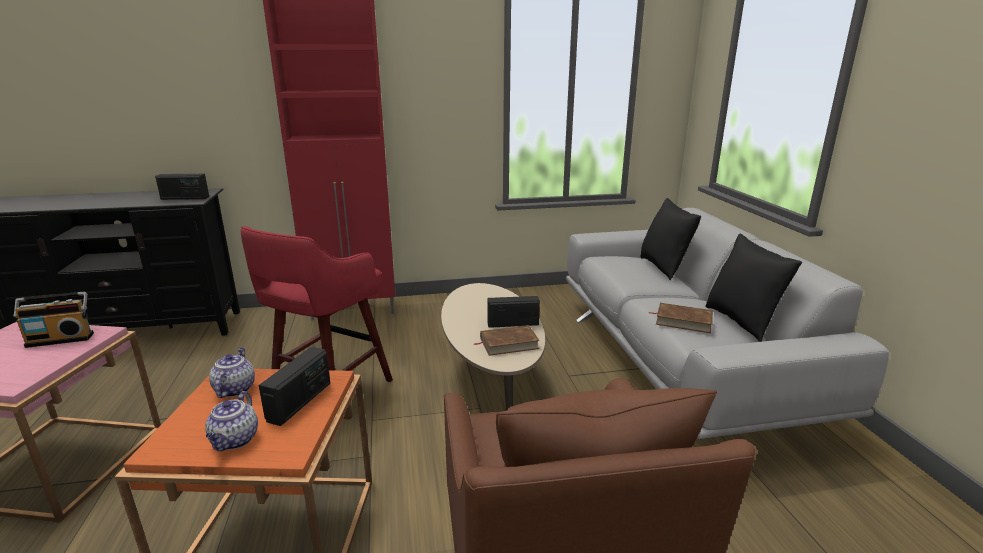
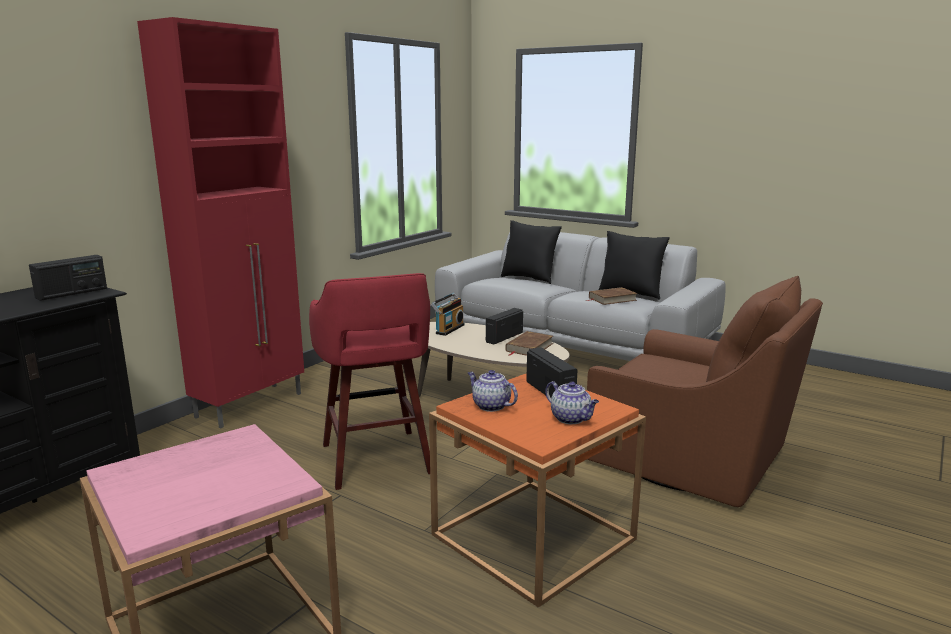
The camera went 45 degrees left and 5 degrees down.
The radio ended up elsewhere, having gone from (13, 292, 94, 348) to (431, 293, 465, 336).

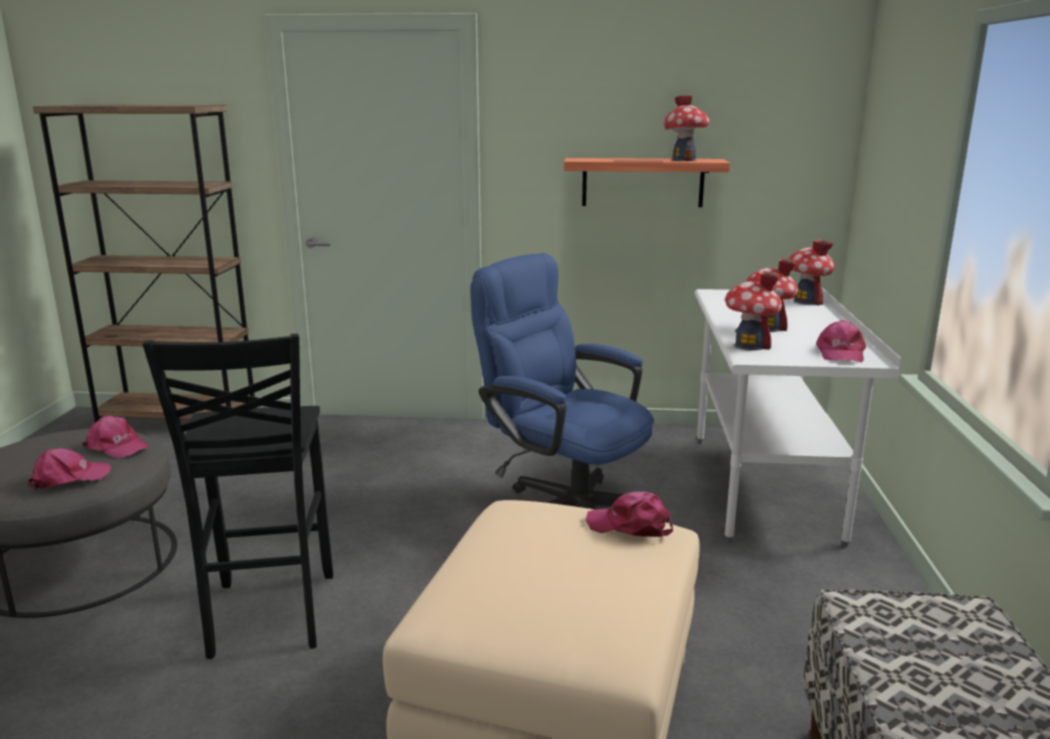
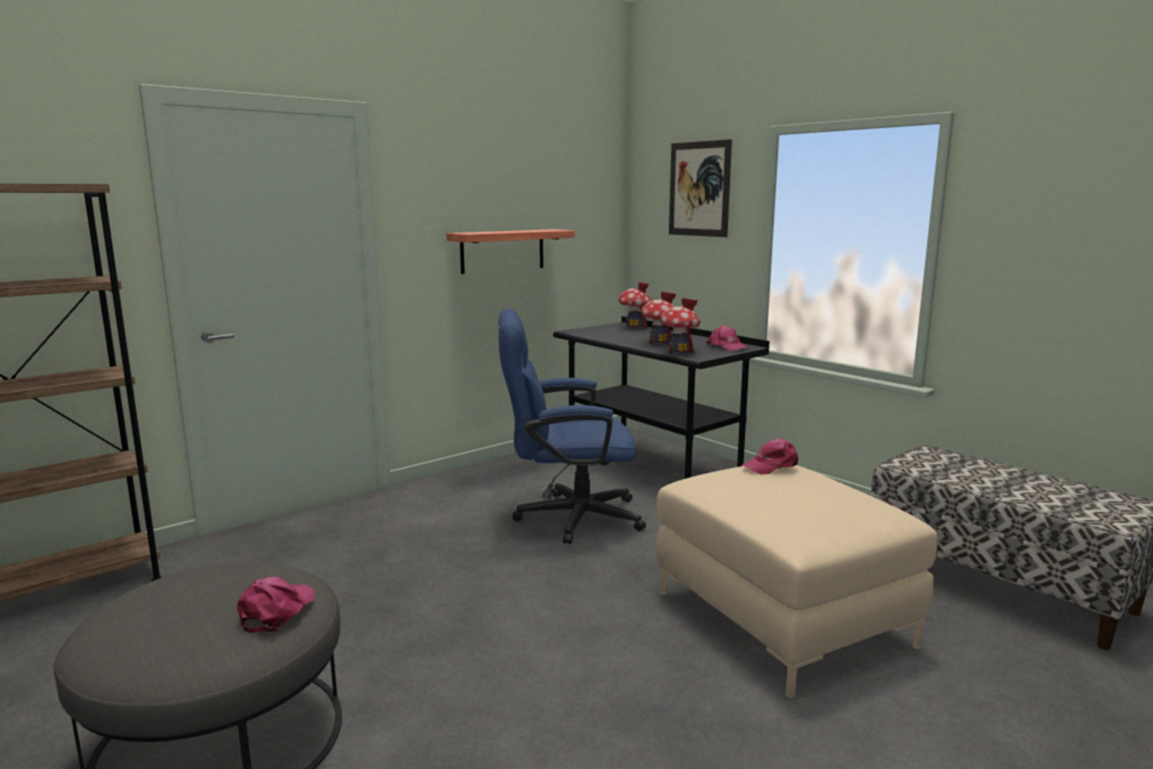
The camera went 45 degrees left and 5 degrees down.
The second view lost the pink cap at (82, 416, 149, 459).
The second view lost the black stool at (143, 334, 333, 659).
The second view lost the toy house at (664, 96, 710, 161).
What was the white desk at (694, 287, 901, 548) turned into the black desk at (553, 316, 770, 479).
The second view gained the picture at (669, 139, 732, 237).

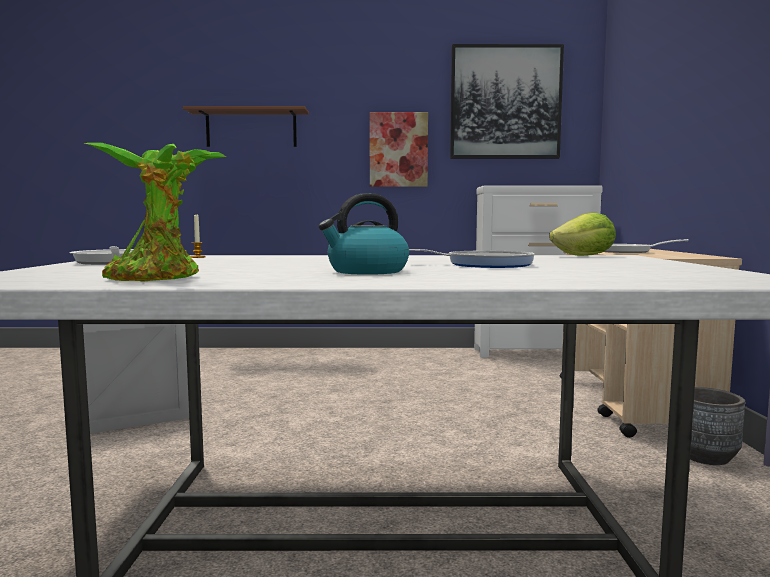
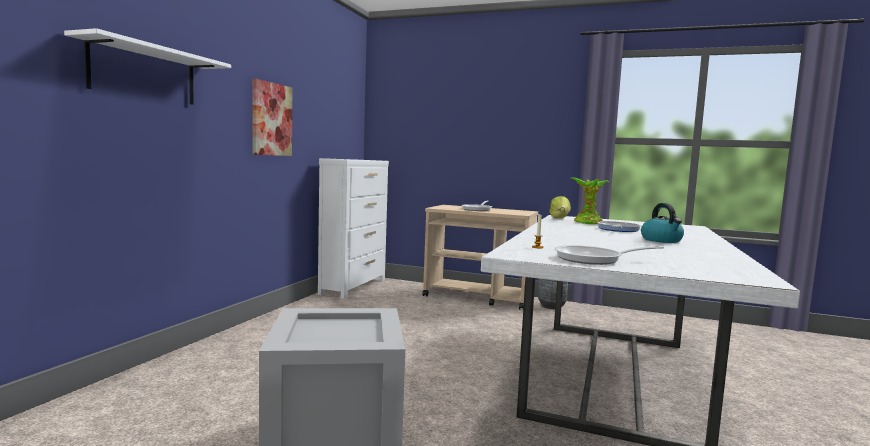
The camera went 70 degrees left and 0 degrees up.
The potted plant ended up elsewhere, having gone from (84, 143, 226, 282) to (571, 177, 609, 224).
What was the brown shelf at (183, 106, 309, 147) turned into the white shelf at (64, 28, 231, 105).
The second view lost the picture at (450, 44, 564, 159).

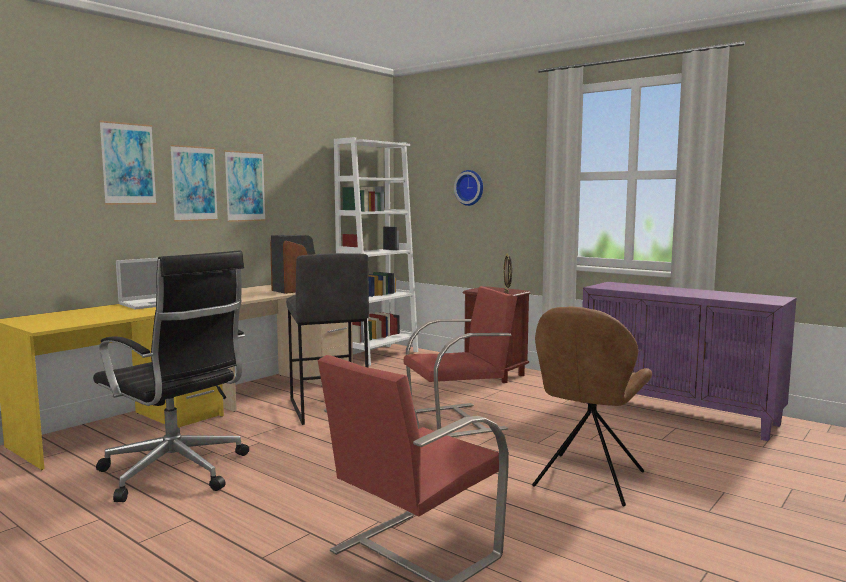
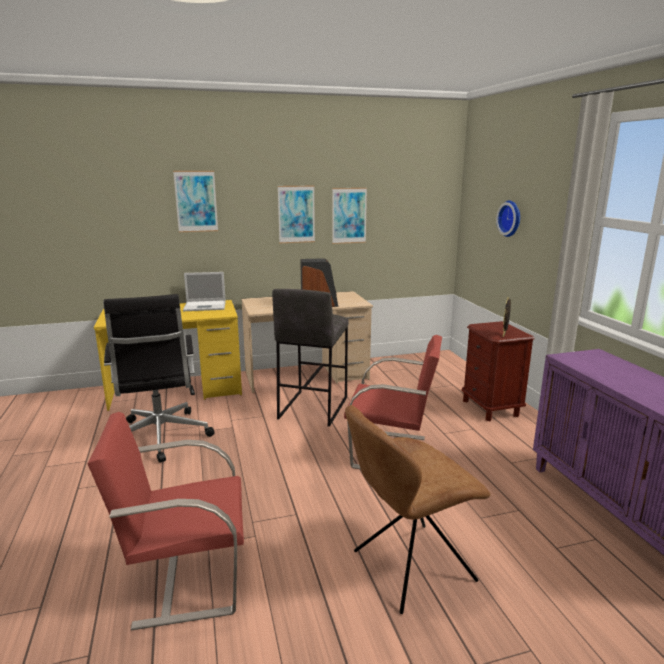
The camera went 35 degrees right and 10 degrees up.
The picture ended up elsewhere, having gone from (170, 145, 218, 222) to (332, 188, 367, 244).
The second view lost the white bookcase at (334, 137, 418, 366).

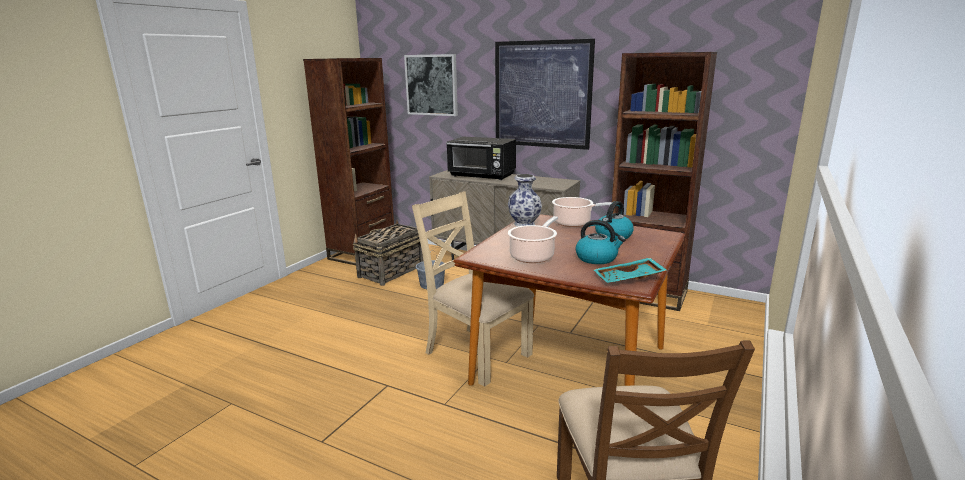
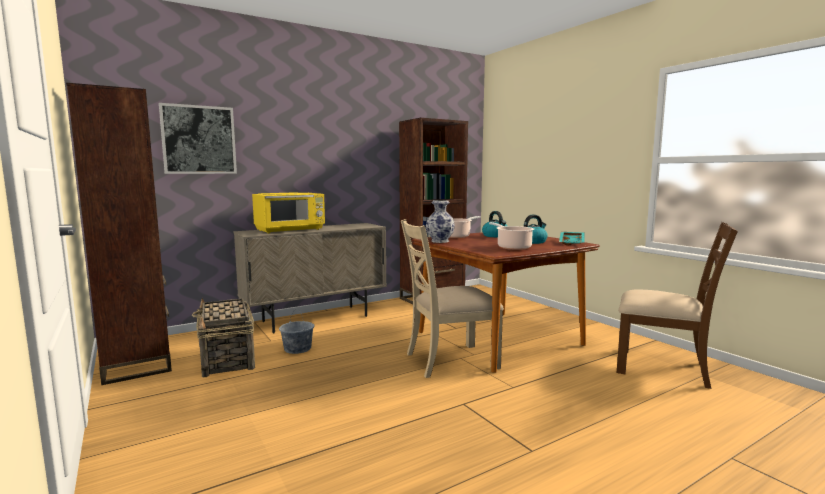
The camera went 60 degrees left and 10 degrees down.
What was the black microwave at (446, 137, 516, 180) turned into the yellow microwave at (252, 192, 325, 233).
The second view lost the picture at (495, 39, 595, 150).

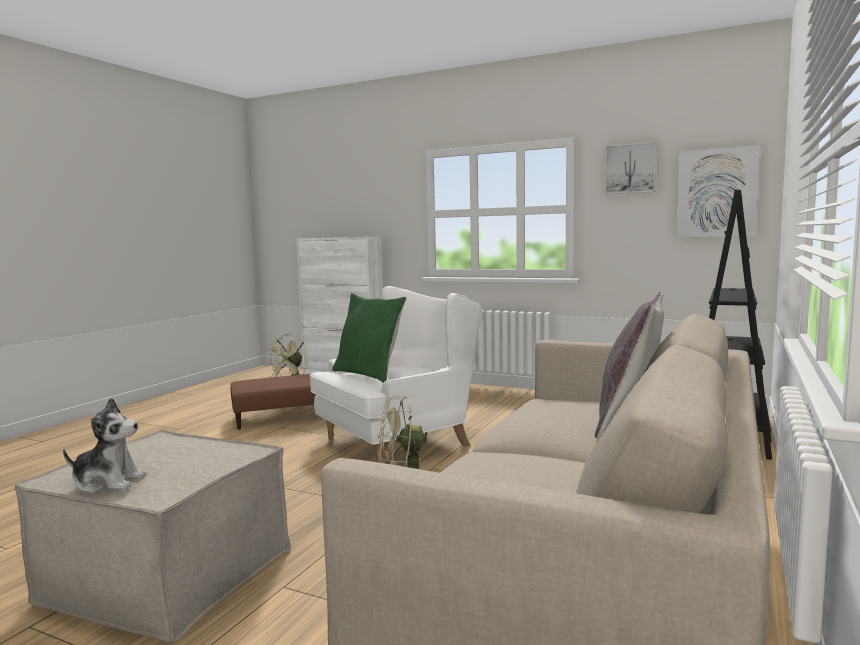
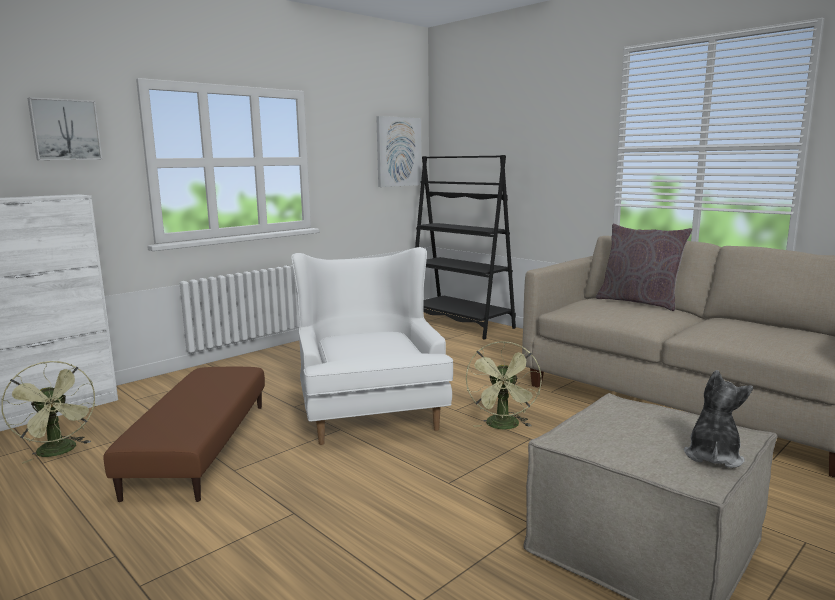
The camera went 70 degrees left and 5 degrees up.
The second view lost the green pillow at (332, 293, 406, 383).
The picture ended up elsewhere, having gone from (605, 142, 657, 194) to (28, 97, 102, 160).

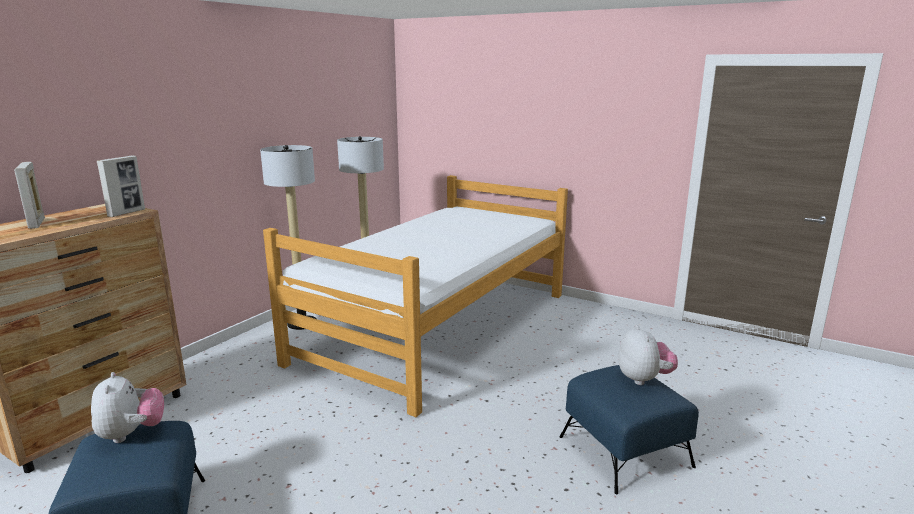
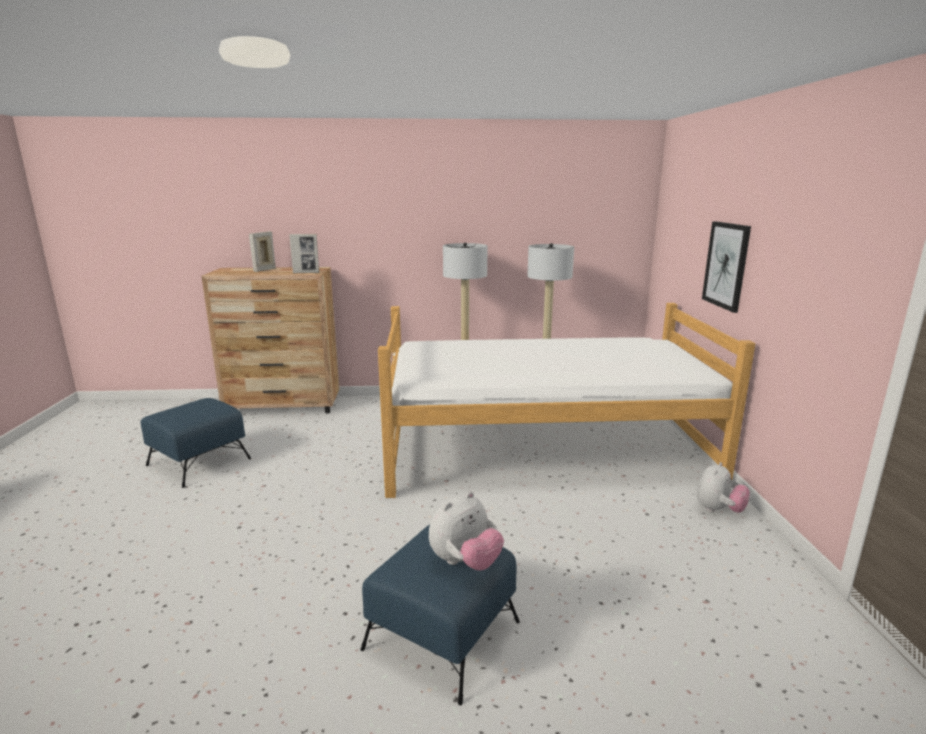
The camera went 55 degrees right and 0 degrees up.
The plush toy ended up elsewhere, having gone from (91, 372, 164, 443) to (696, 462, 750, 513).
The second view gained the picture at (702, 221, 751, 313).

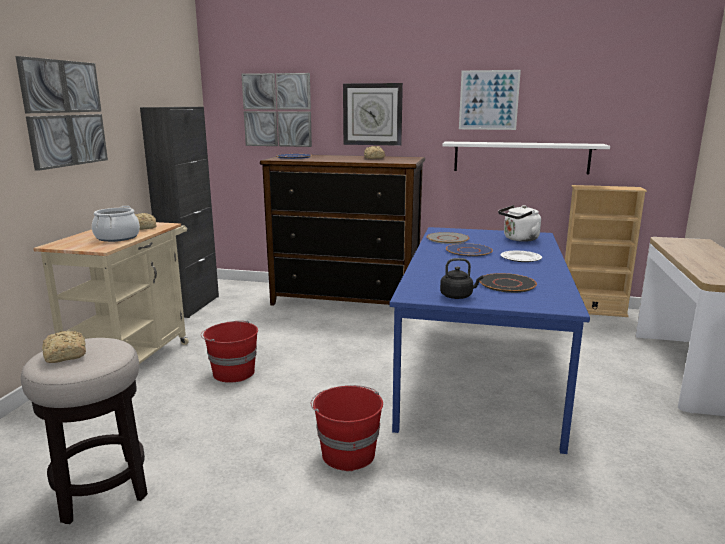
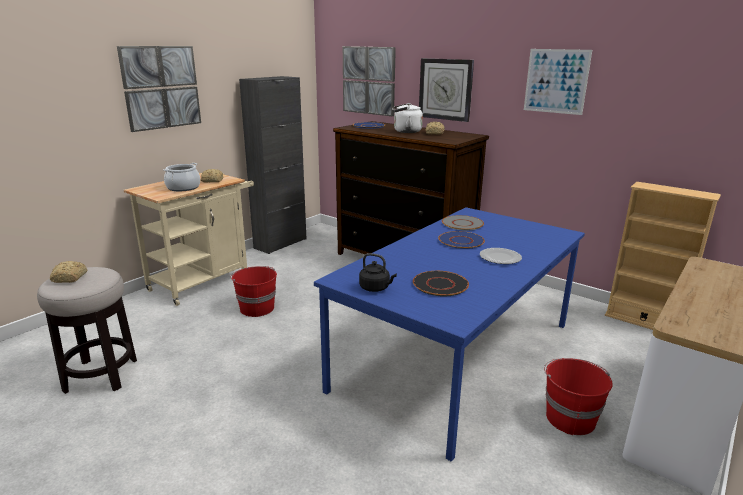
The camera went 25 degrees right and 5 degrees up.
The red bucket ended up elsewhere, having gone from (311, 385, 383, 471) to (544, 358, 613, 435).
The second view lost the white shelf at (442, 142, 610, 174).
The white kettle ended up elsewhere, having gone from (498, 205, 541, 242) to (392, 103, 423, 133).

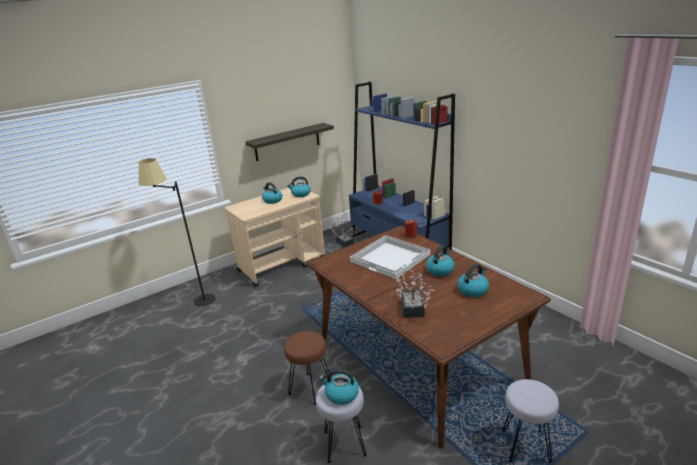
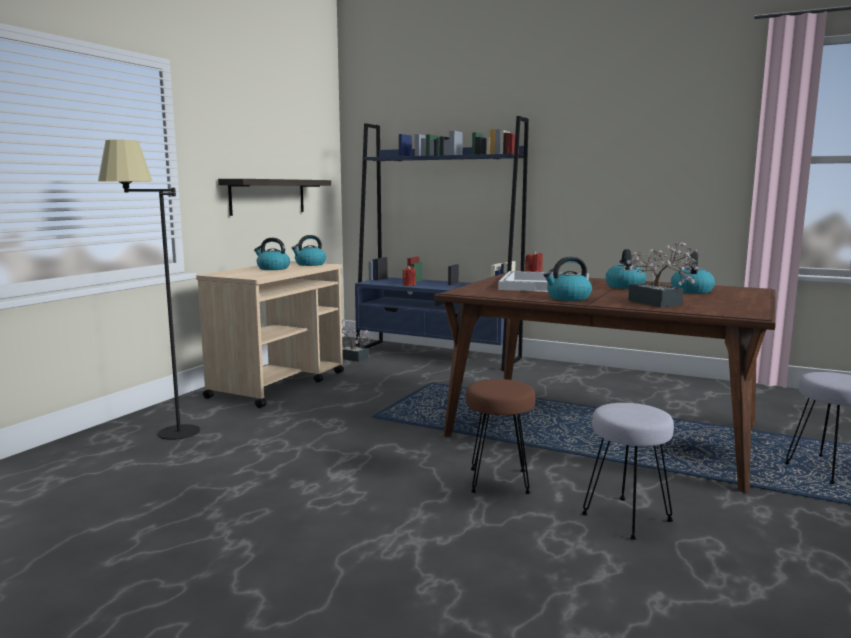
The camera went 30 degrees left and 15 degrees down.
The kettle ended up elsewhere, having gone from (319, 368, 359, 405) to (543, 257, 592, 301).

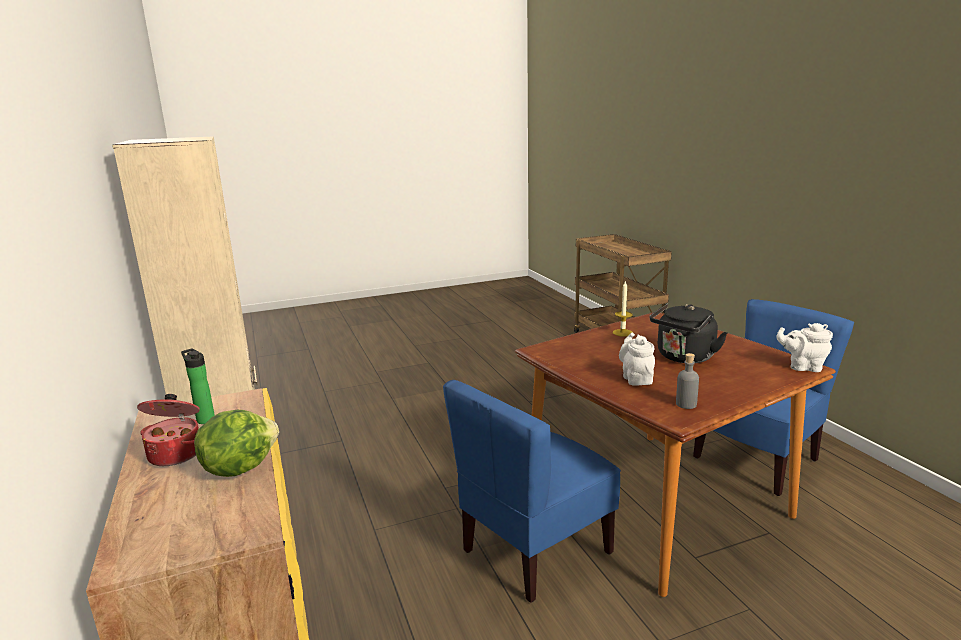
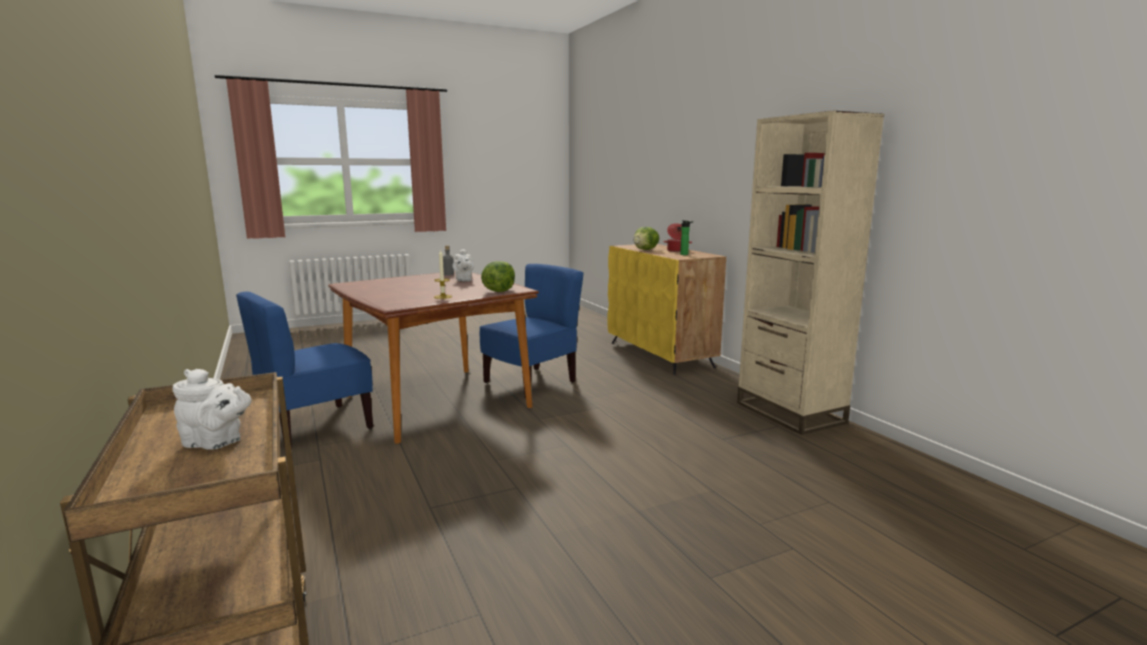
The camera went 175 degrees right and 5 degrees down.
The second view lost the black kettle at (650, 303, 727, 363).
The white teapot ended up elsewhere, having gone from (776, 323, 833, 372) to (172, 369, 251, 450).
The second view gained the lettuce at (481, 261, 515, 292).

